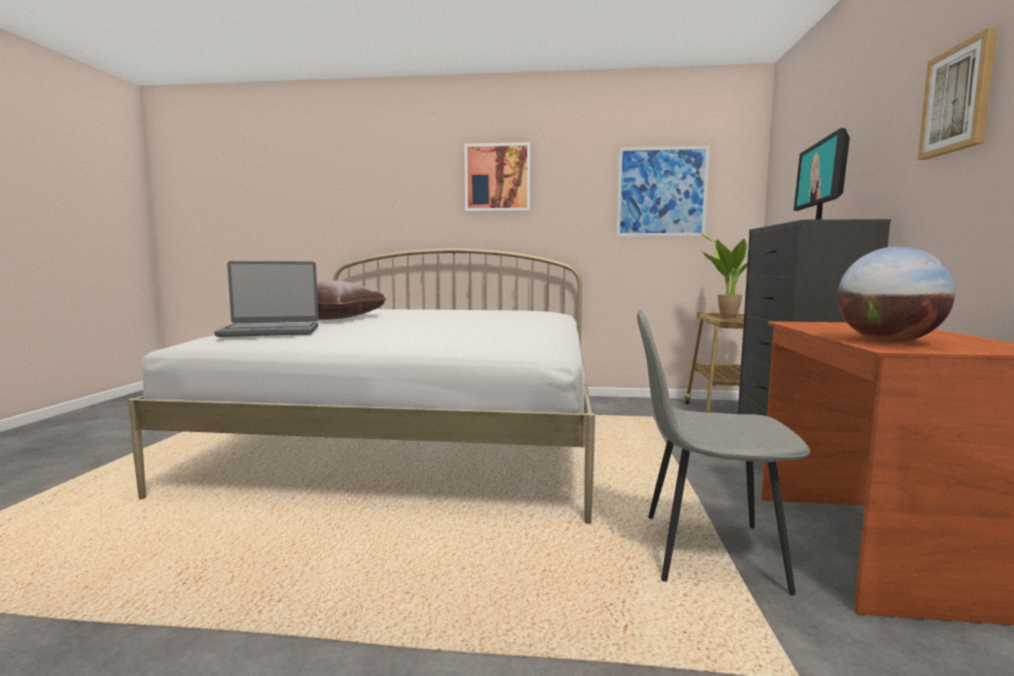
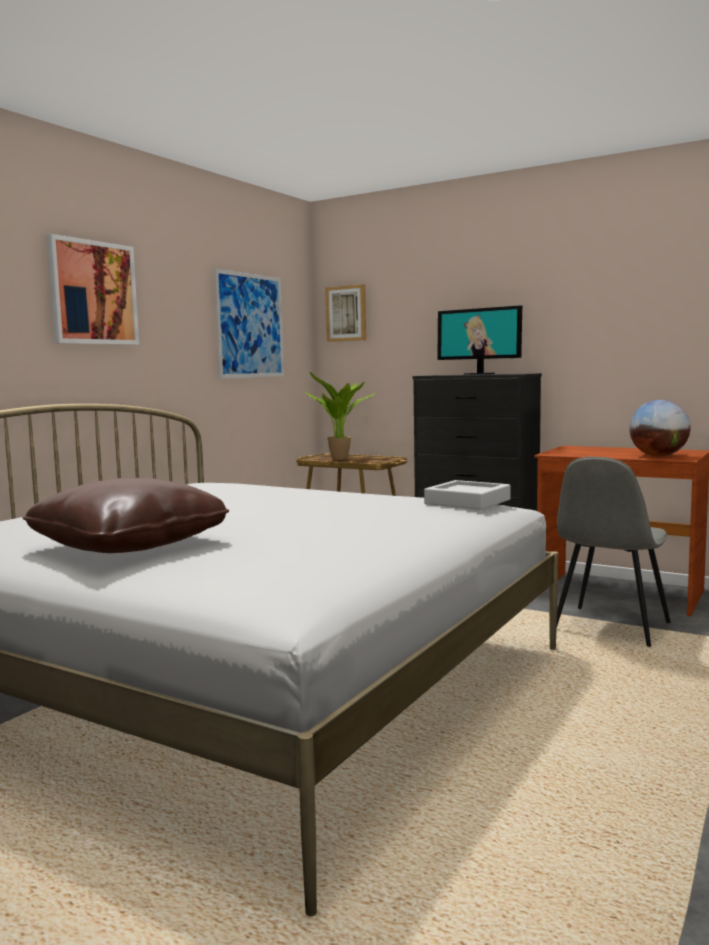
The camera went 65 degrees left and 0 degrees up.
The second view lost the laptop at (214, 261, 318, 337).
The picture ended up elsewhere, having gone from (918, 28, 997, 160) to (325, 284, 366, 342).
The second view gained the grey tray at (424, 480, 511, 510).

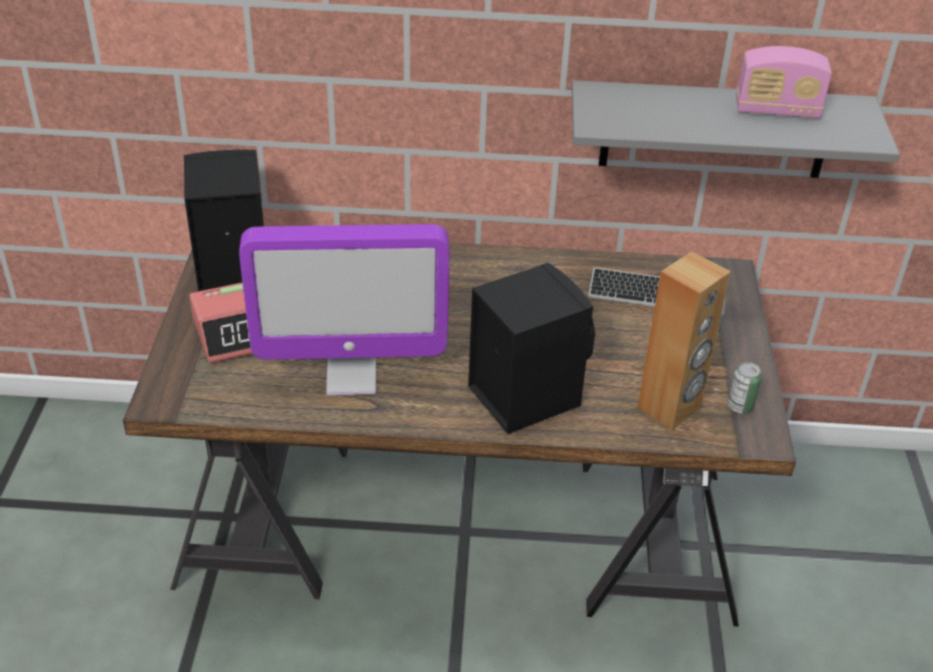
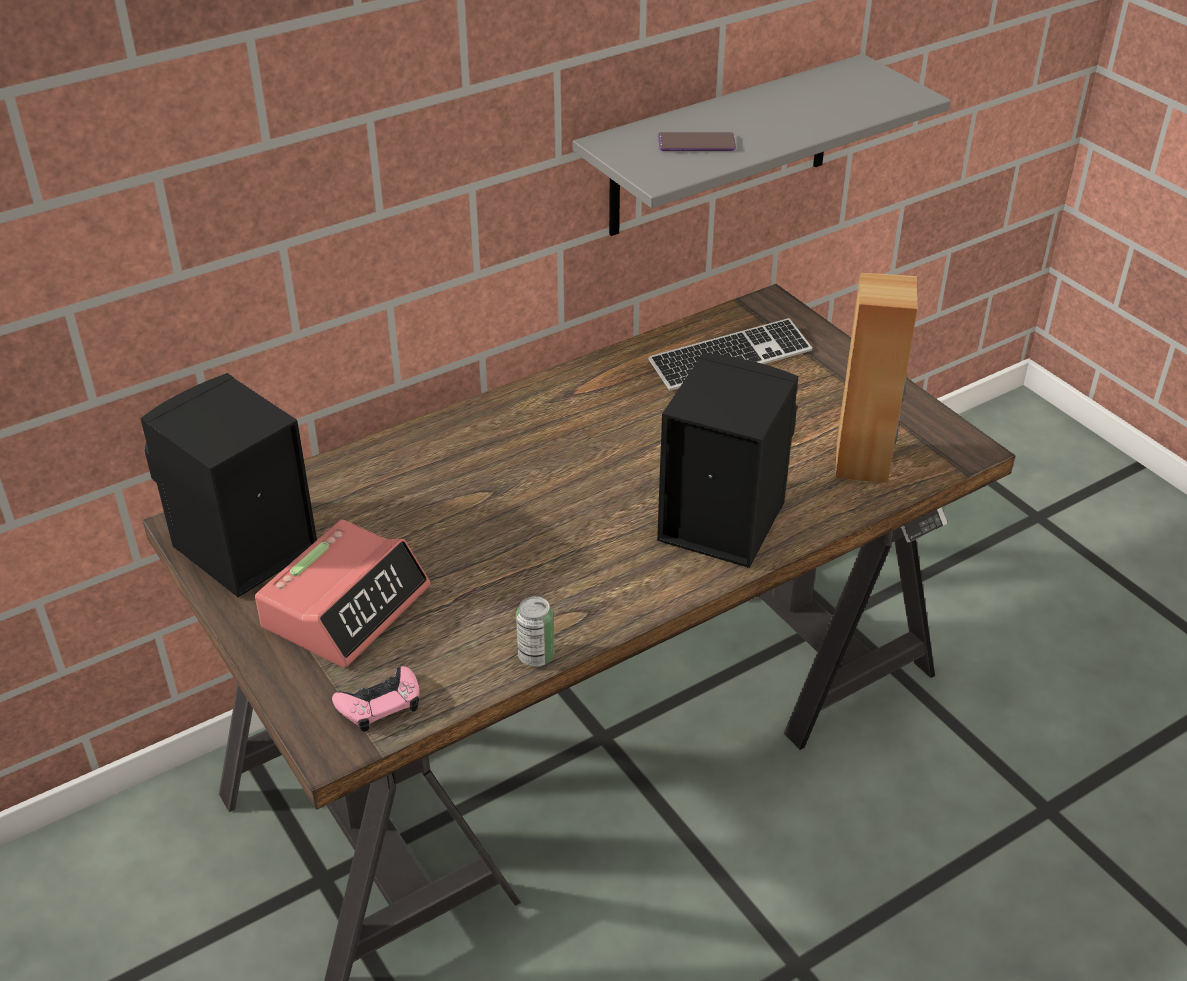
The camera went 35 degrees left and 0 degrees up.
The second view lost the monitor at (239, 224, 449, 396).
The can ended up elsewhere, having gone from (727, 362, 762, 414) to (516, 596, 554, 667).
The second view lost the radio at (736, 46, 832, 118).
The second view gained the pink game controller at (332, 666, 419, 732).
The second view gained the phone at (658, 132, 736, 151).

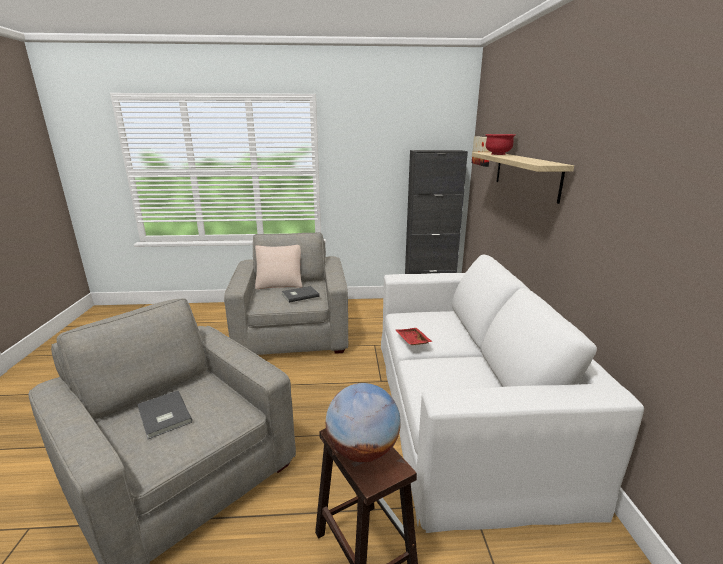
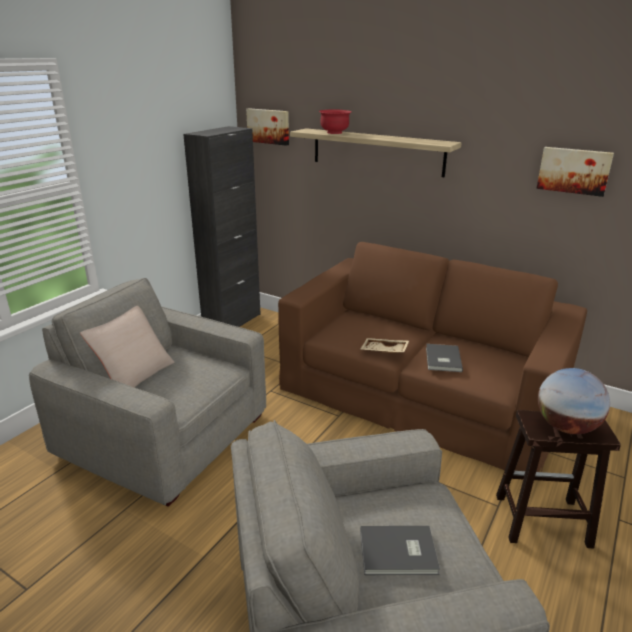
The camera went 55 degrees left and 5 degrees up.
The grey book ended up elsewhere, having gone from (282, 286, 320, 303) to (426, 344, 463, 372).
What was the white sofa at (381, 254, 644, 533) turned into the brown sofa at (278, 242, 587, 472).
What was the red tray at (396, 328, 433, 345) turned into the beige tray at (360, 338, 409, 353).
The second view gained the picture at (536, 147, 614, 197).

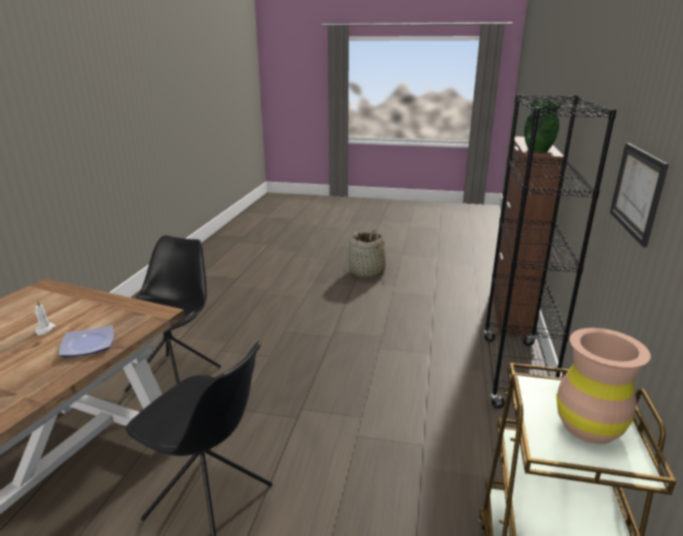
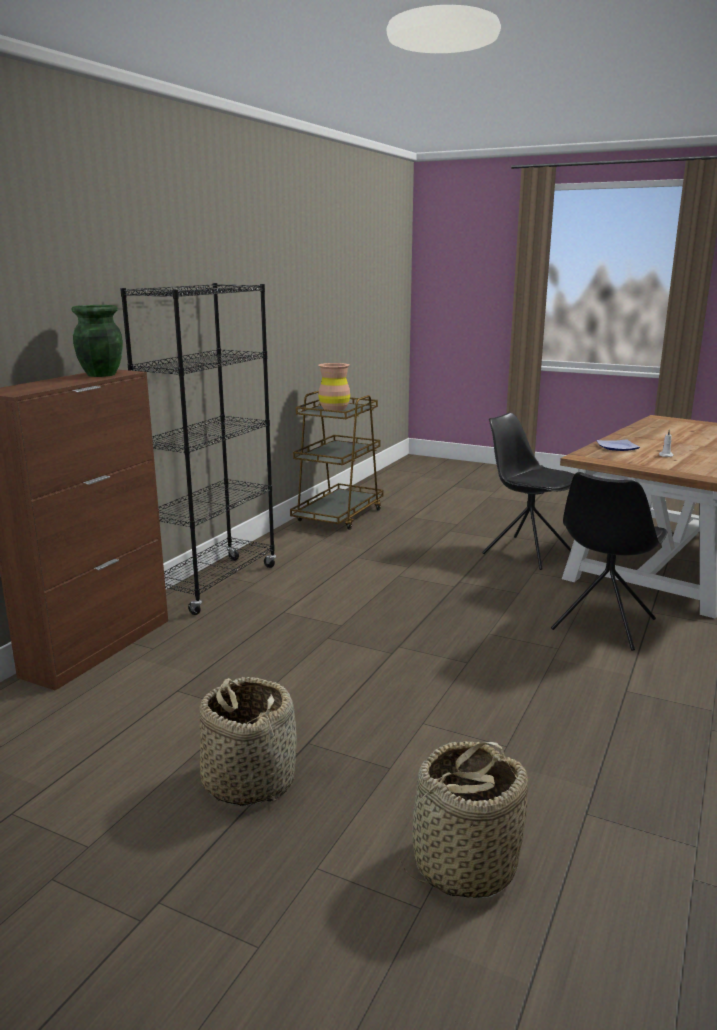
The camera went 165 degrees left and 5 degrees down.
The second view lost the picture at (610, 143, 669, 247).
The second view gained the basket at (399, 741, 528, 898).

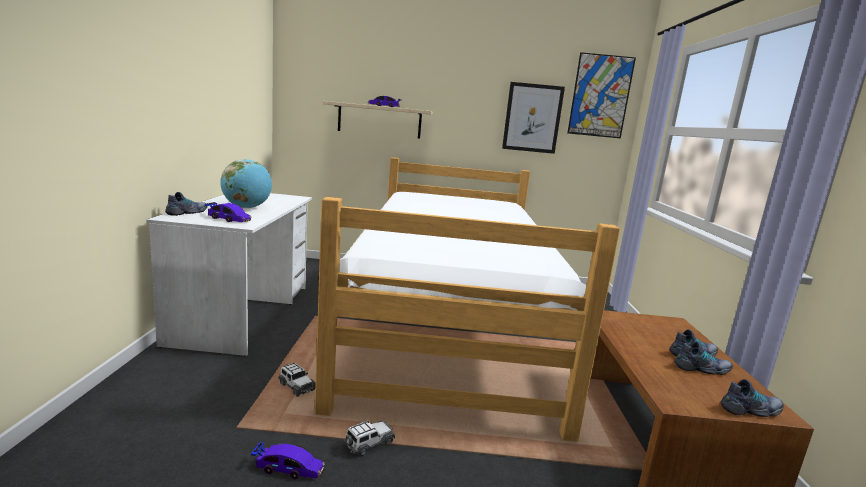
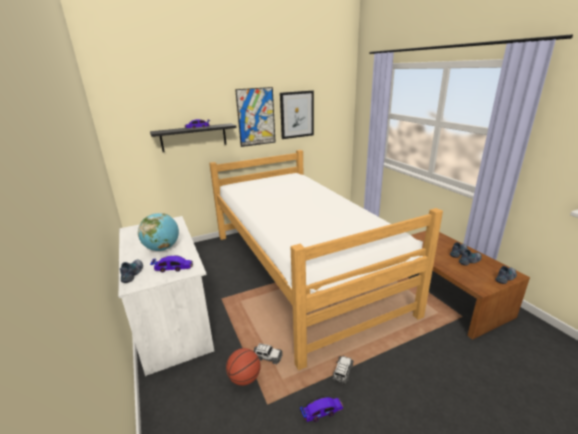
The camera went 25 degrees left and 10 degrees up.
What was the beige shelf at (323, 101, 433, 139) turned into the black shelf at (150, 123, 236, 152).
The picture ended up elsewhere, having gone from (567, 52, 636, 138) to (235, 87, 276, 147).
The second view gained the basketball at (226, 348, 260, 386).

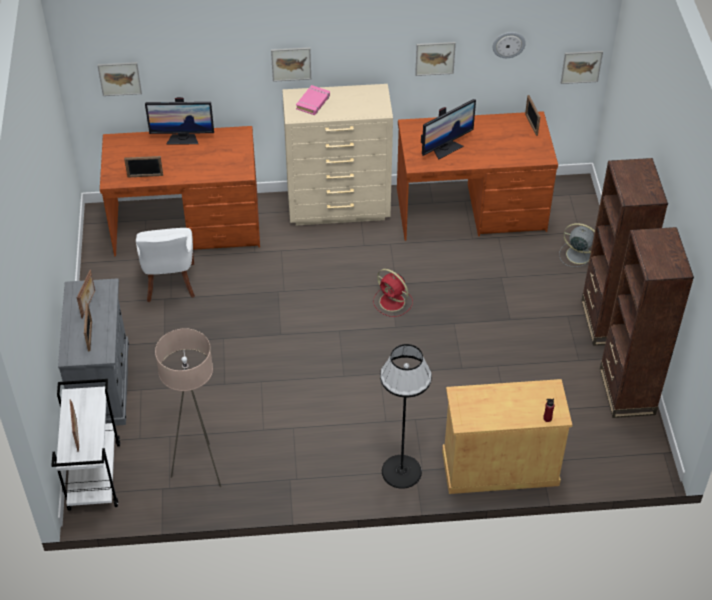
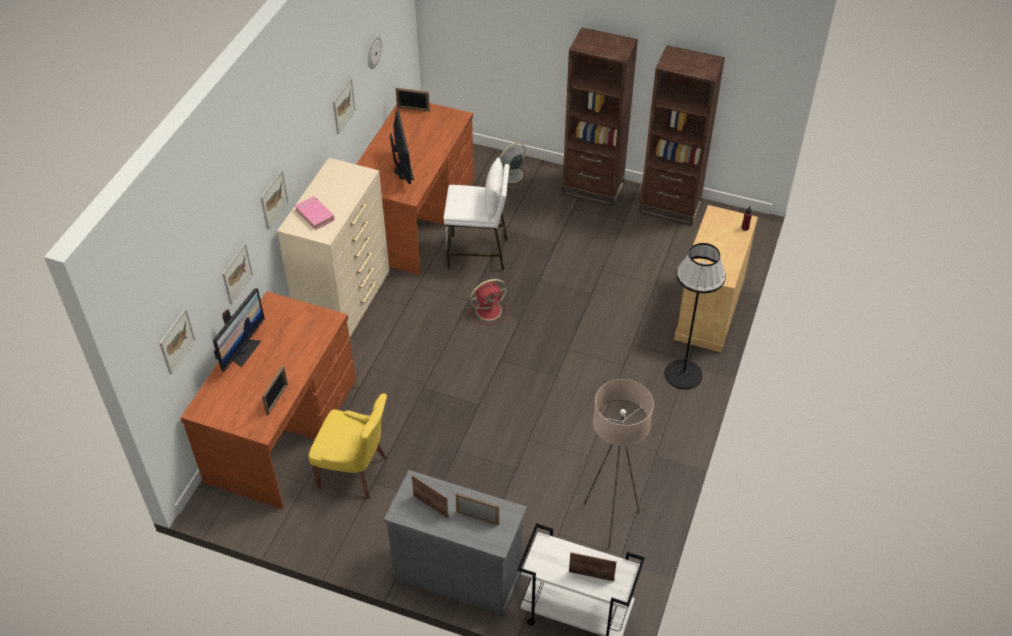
The camera went 65 degrees left and 0 degrees up.
What was the white chair at (136, 228, 195, 302) turned into the yellow chair at (308, 393, 388, 499).
The picture ended up elsewhere, having gone from (561, 51, 603, 84) to (222, 243, 253, 305).
The second view gained the white stool at (443, 158, 509, 271).

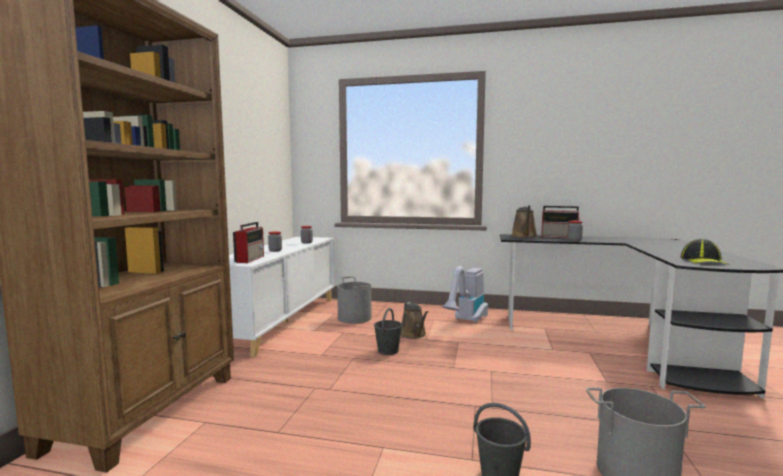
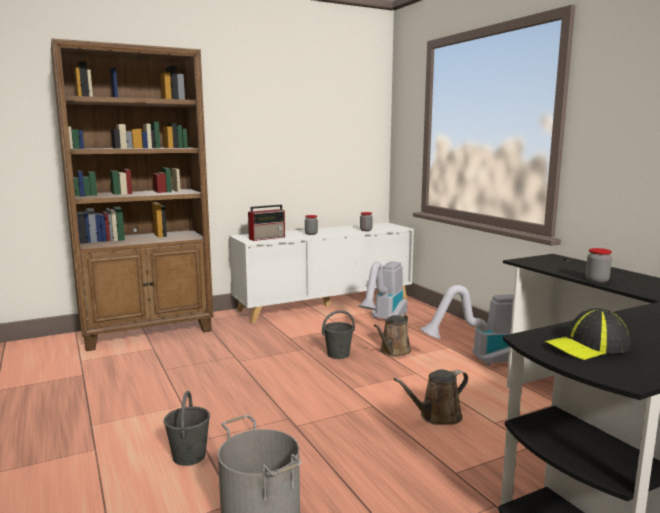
The camera went 50 degrees right and 5 degrees up.
Where the grey bucket stood at (337, 276, 371, 324), the vacuum cleaner came to stand at (358, 261, 407, 319).
The brown watering can ended up elsewhere, having gone from (511, 205, 537, 238) to (394, 370, 468, 425).
The second view lost the radio at (541, 206, 581, 238).

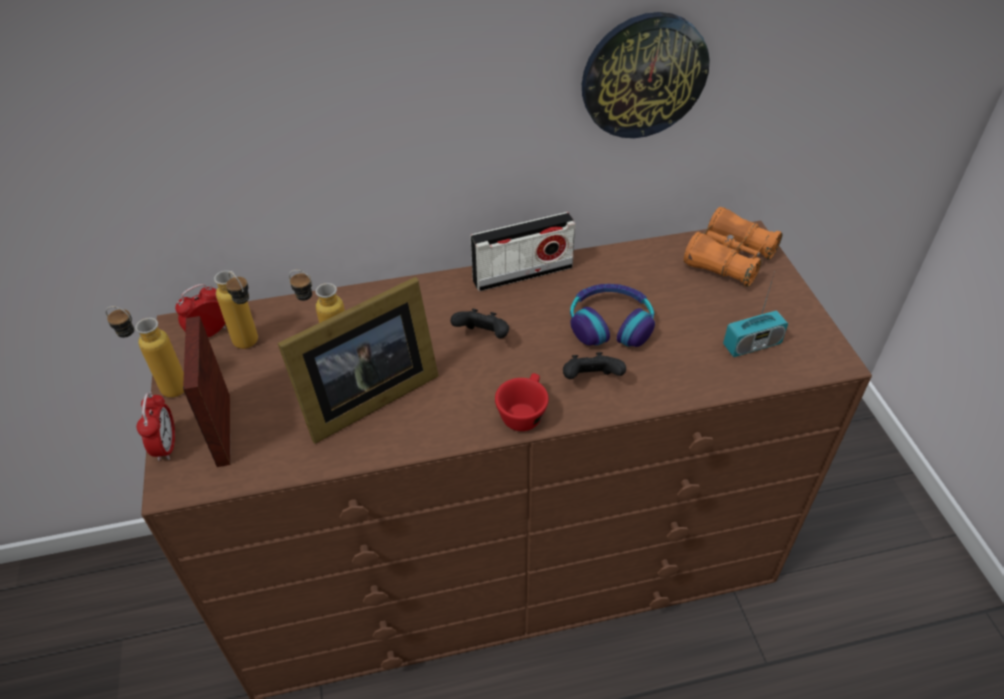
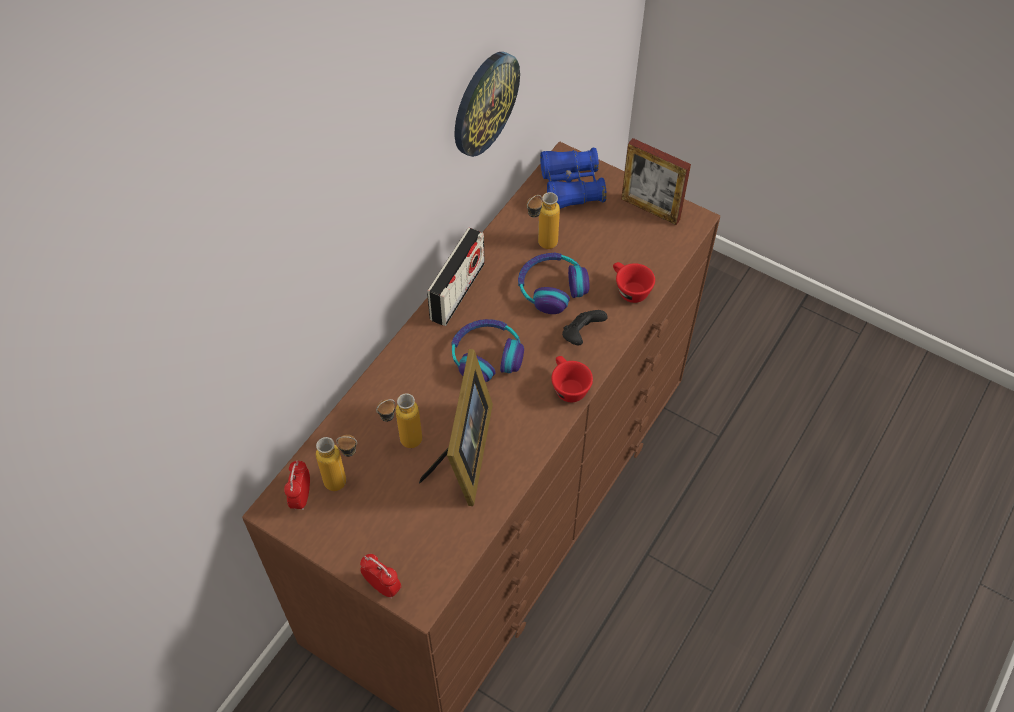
The camera went 45 degrees left and 10 degrees up.
The bottle ended up elsewhere, having gone from (106, 306, 184, 398) to (527, 192, 560, 249).
The picture frame ended up elsewhere, having gone from (183, 316, 230, 467) to (621, 138, 691, 225).
Where the black game controller stood at (450, 308, 509, 339), the headphones came to stand at (451, 319, 524, 382).
What was the orange binoculars at (684, 207, 782, 287) turned into the blue binoculars at (540, 148, 607, 209).
The second view lost the radio at (723, 275, 788, 357).
The second view gained the red cup at (613, 262, 655, 303).

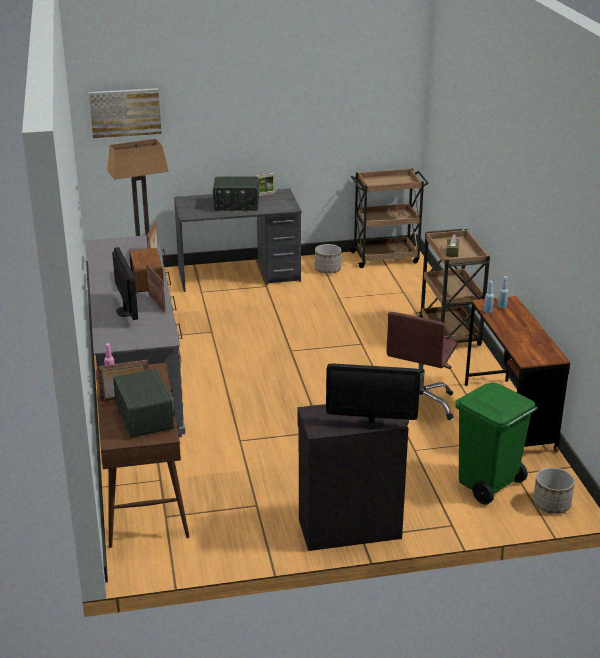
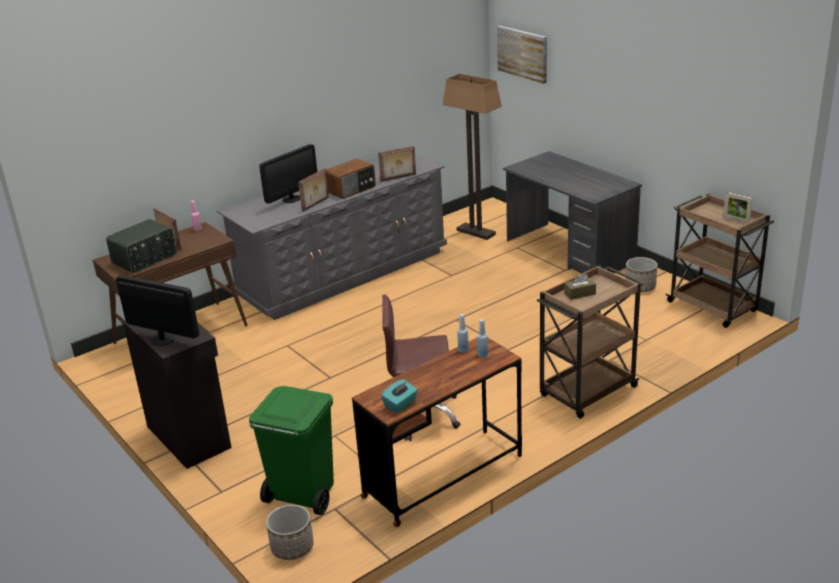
The camera went 65 degrees right and 0 degrees up.
The second view lost the radio at (213, 177, 259, 211).
The picture frame ended up elsewhere, having gone from (255, 173, 276, 196) to (723, 193, 753, 223).
The monitor at (326, 363, 420, 429) ended up facing another way, 135 degrees clockwise from before.
The second view gained the turquoise tissue box at (381, 379, 418, 413).

